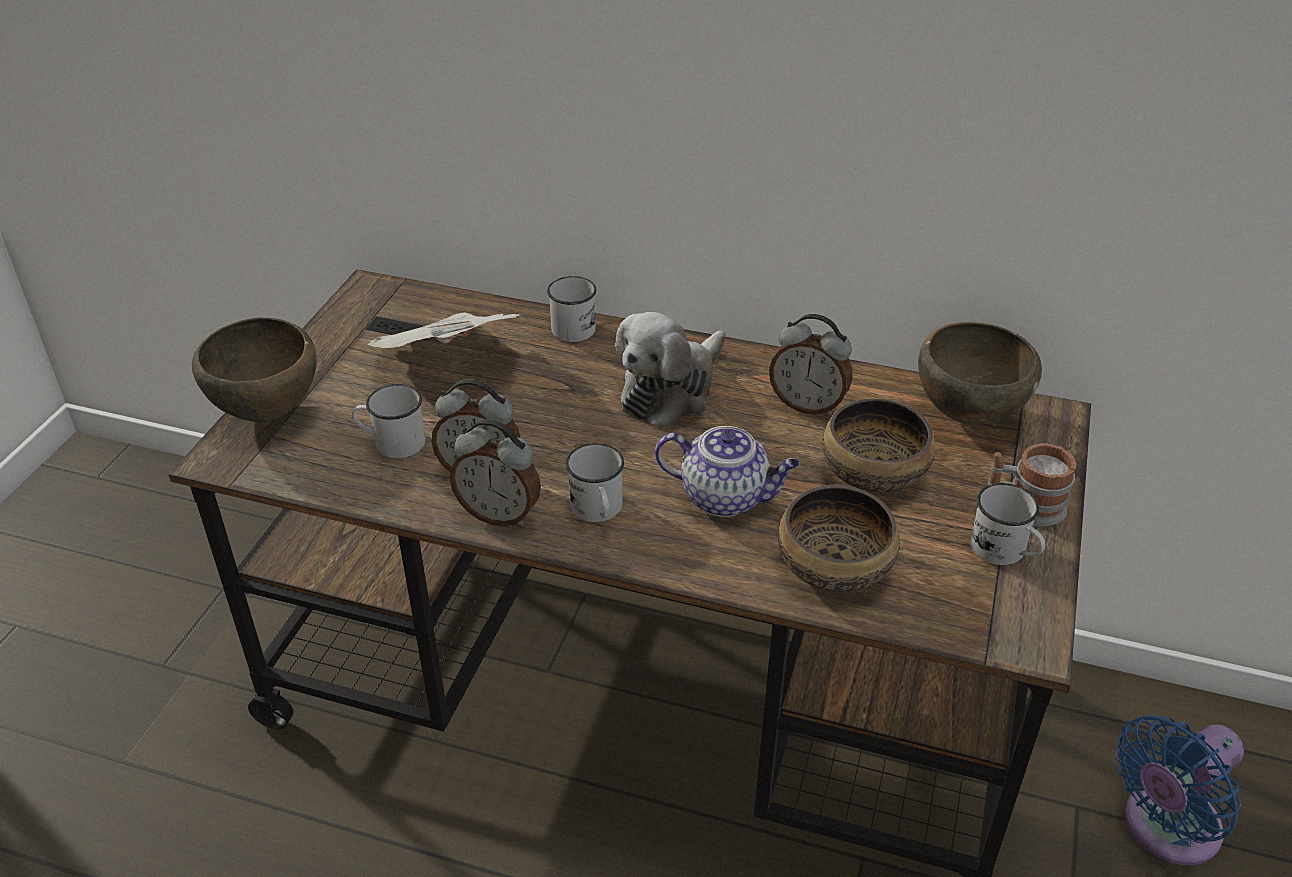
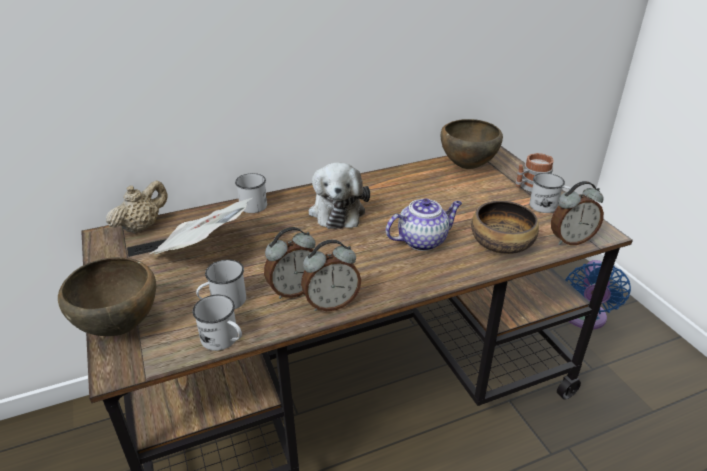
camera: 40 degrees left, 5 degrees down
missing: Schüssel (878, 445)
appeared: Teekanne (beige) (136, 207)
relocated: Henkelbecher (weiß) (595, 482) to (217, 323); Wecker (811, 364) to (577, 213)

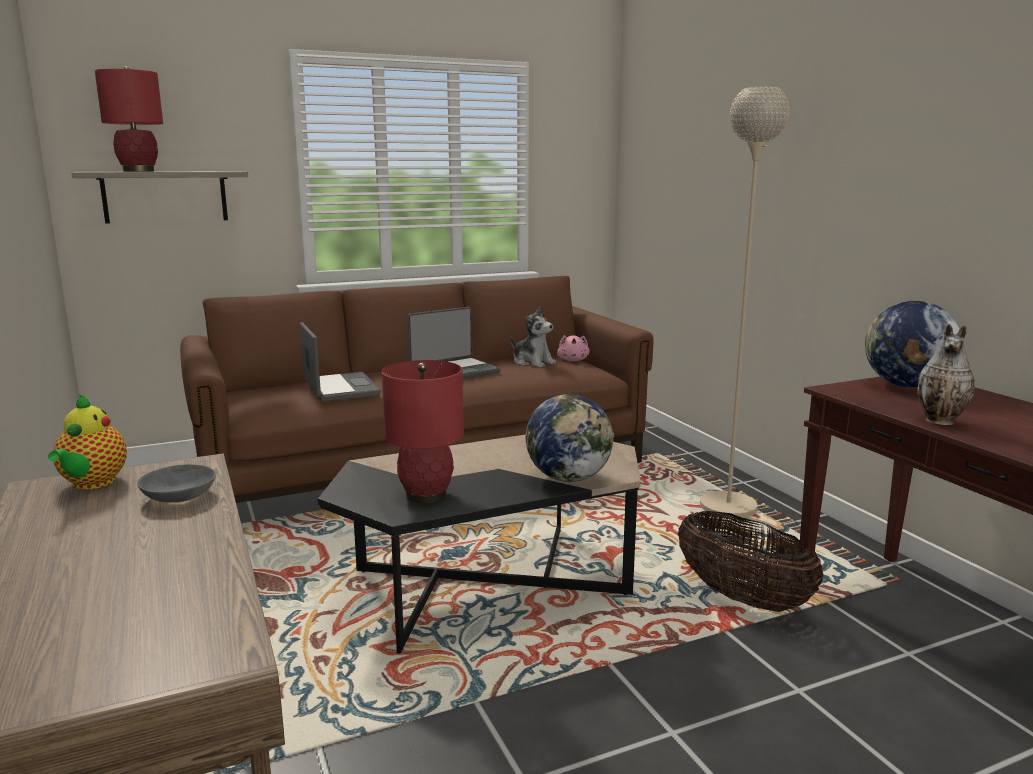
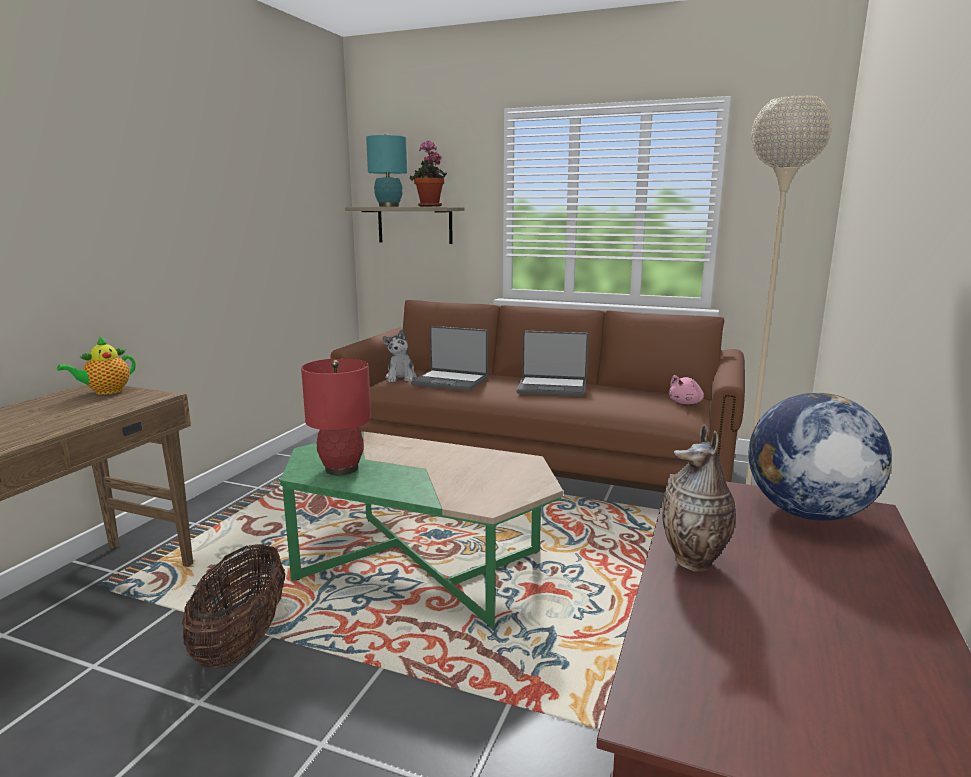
camera: 45 degrees right, 0 degrees up
missing: Schüssel (grau) (176, 483); Globus (570, 438)
appeared: Topfpflanze (428, 173)
relocated: Plüschtier (533, 336) to (400, 355); Korb (751, 561) to (233, 606)
colour: Tischlampe (rot) (129, 119) to Tischlampe (türkis) (386, 170); Couchtisch (schwarz) (479, 544) to Couchtisch (grün) (421, 530)
spun: Laptop (340, 362) = (449, 358) 90 degrees clockwise

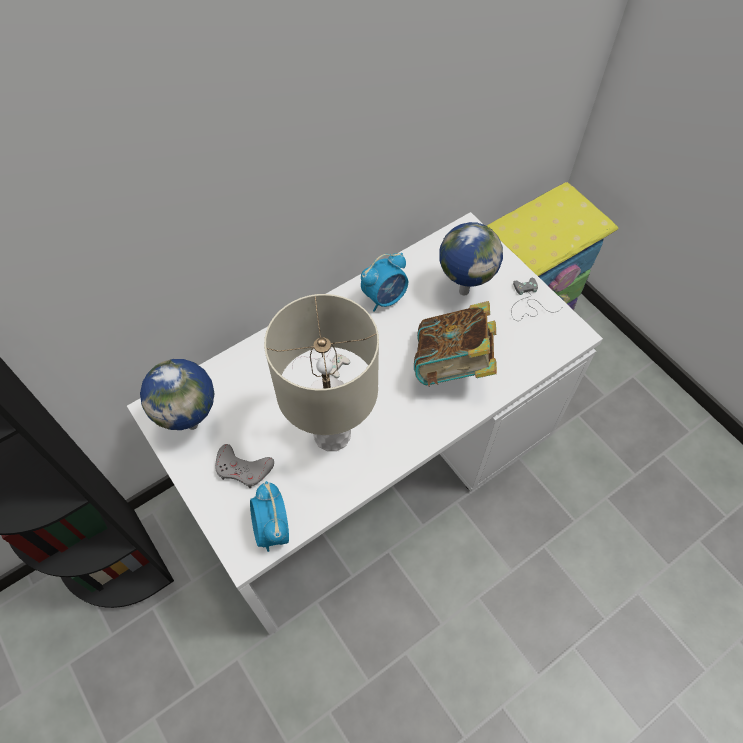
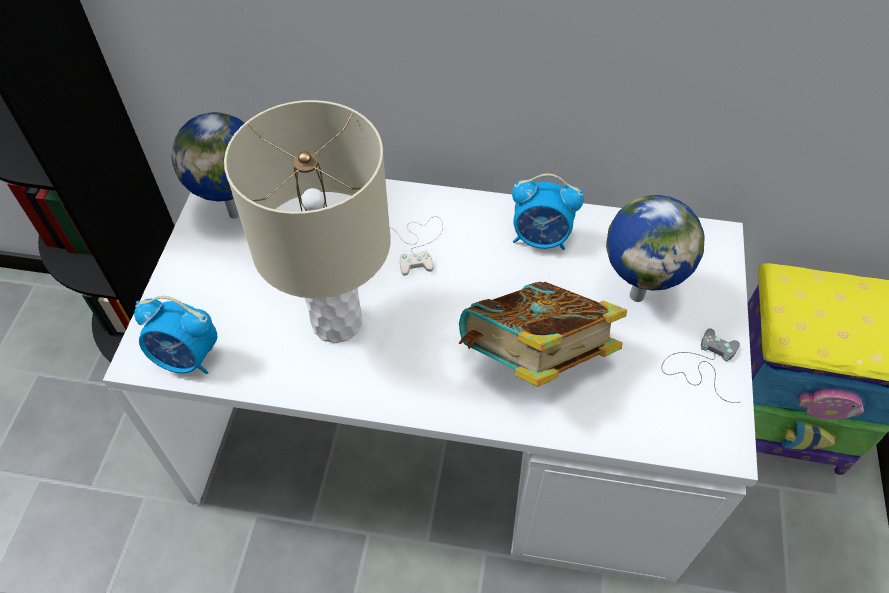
camera: 45 degrees right, 5 degrees down
missing: Gamepad (grau) (244, 466)
spun: Wecker (269, 516) = (175, 335) 105 degrees counterclockwise

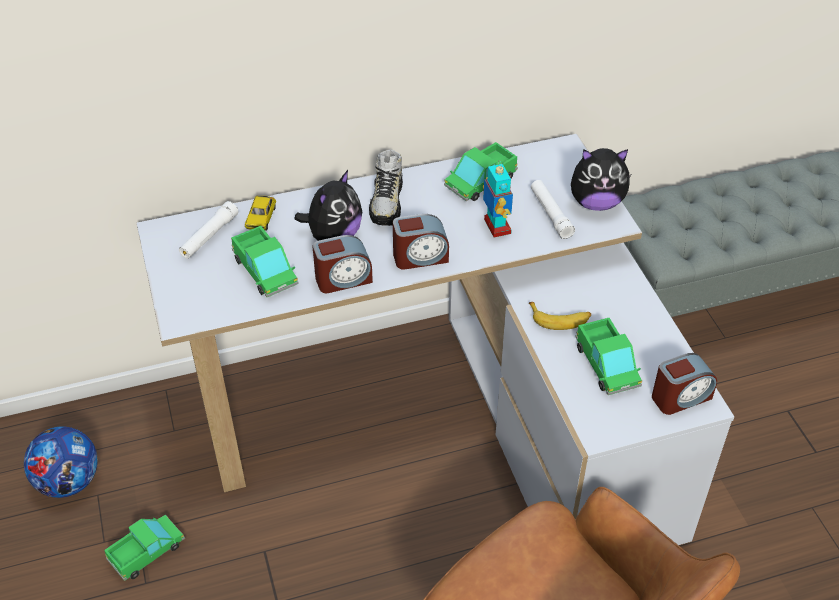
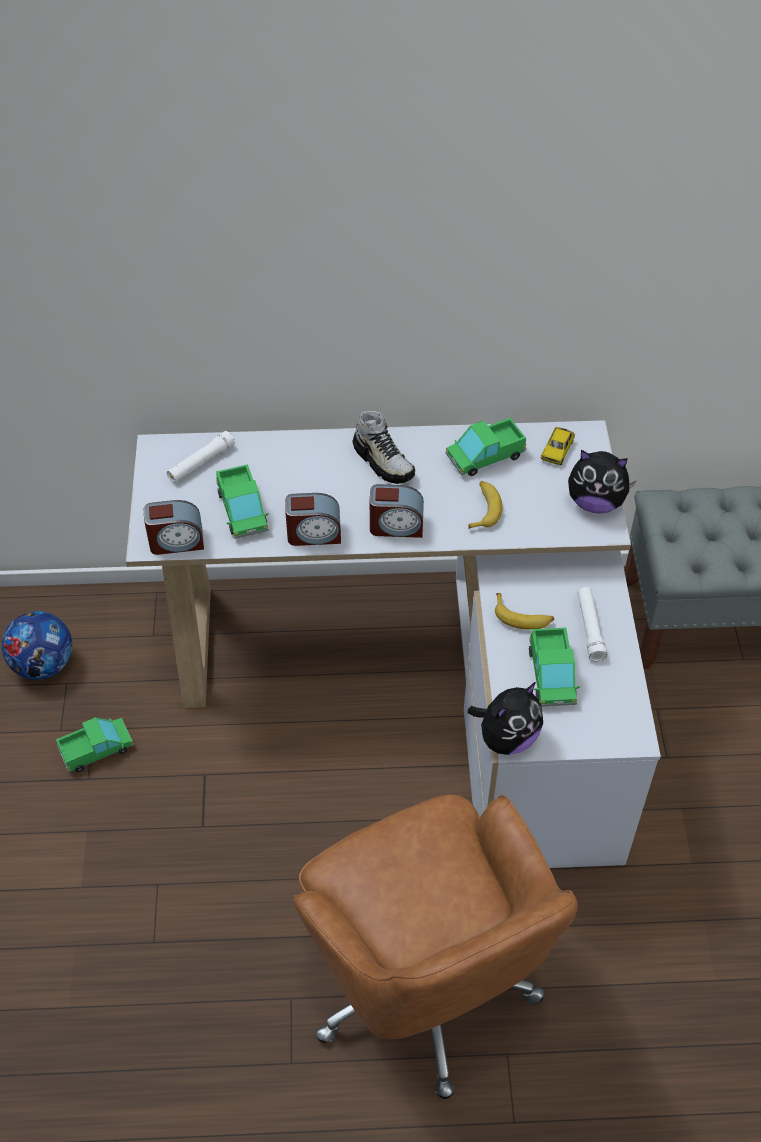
camera: 15 degrees right, 5 degrees up
relocated: Spielzeugauto (260, 213) to (558, 446); Plüschtier (328, 205) to (505, 718); Taschenlampe (weiß) (553, 209) to (592, 624); Wecker (684, 384) to (174, 527)
exchanged: Spielzeugroboter (498, 199) to Banane (485, 505)
spun: Schuh (386, 187) = (384, 447) 60 degrees counterclockwise

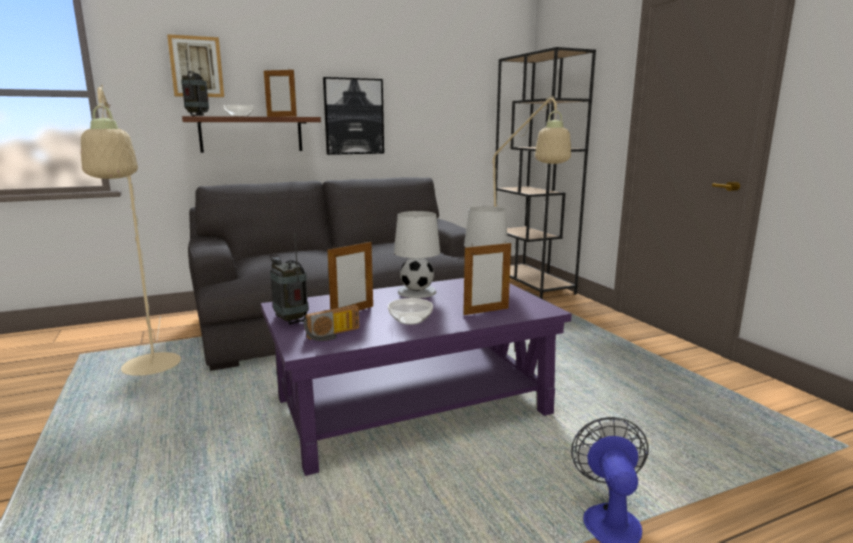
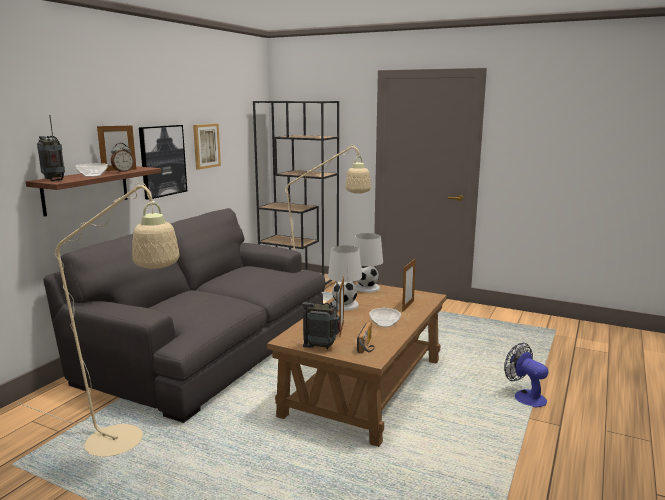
camera: 40 degrees left, 0 degrees up
appeared: Wecker (122, 158)
relocated: Bild (195, 65) to (207, 147)
colour: Couchtisch (lila) (416, 377) to Couchtisch (braun) (356, 364)

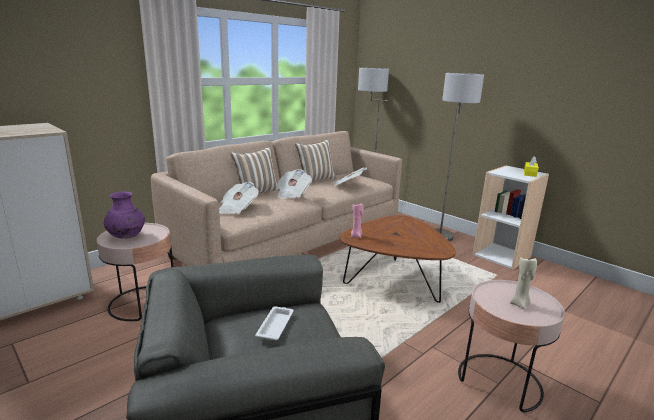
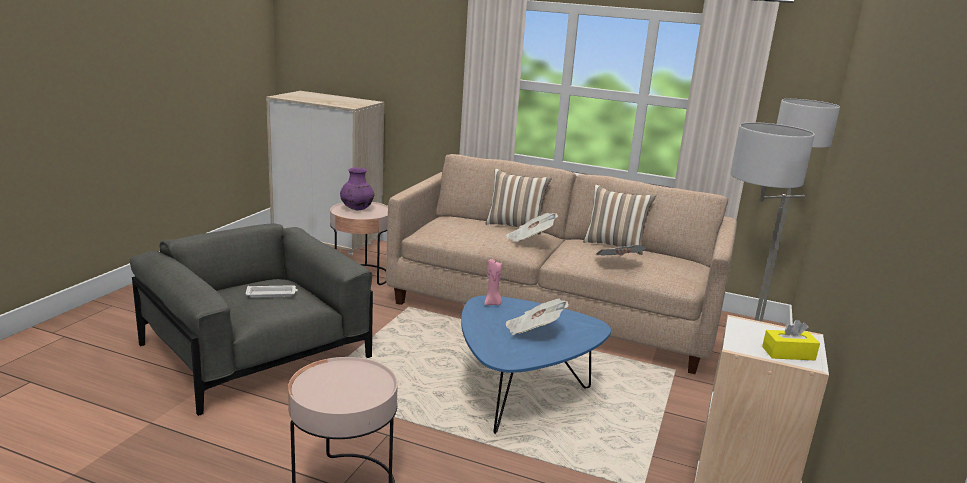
camera: 65 degrees right, 0 degrees up
missing: Kerze (beige) (523, 283)
relocated: Zeitung (239, 198) to (536, 317)
colour: Couchtisch (braun) (398, 259) to Couchtisch (blau) (536, 364)

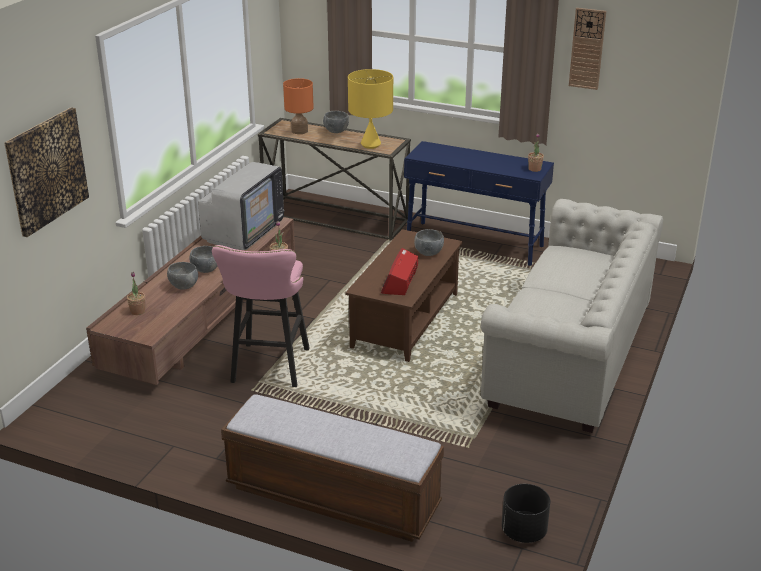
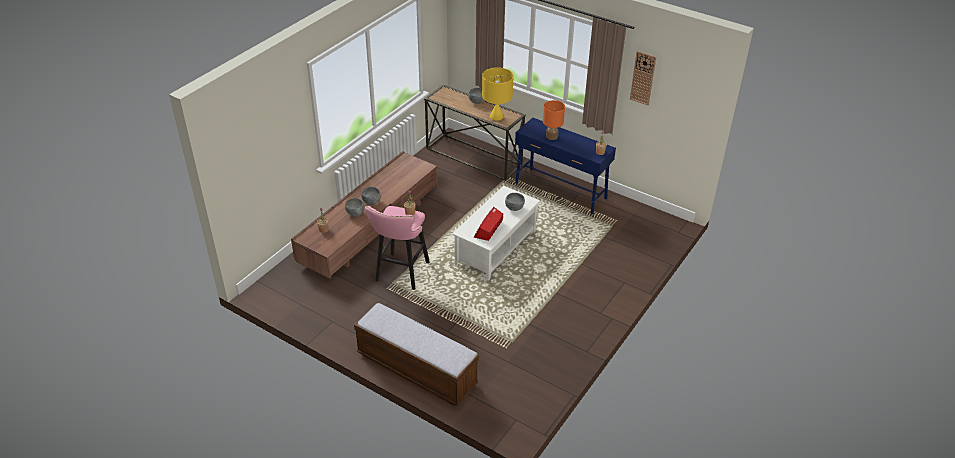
camera: 10 degrees right, 10 degrees up
missing: Bild (46, 172); Fernseher (241, 206); Sofa (weiß) (572, 316); Pflanzkübel (schwarz) (526, 513)
relocated: Tischlampe (orange) (298, 106) to (554, 120)
colour: Couchtisch (braun) (404, 295) to Couchtisch (weiß) (496, 233)

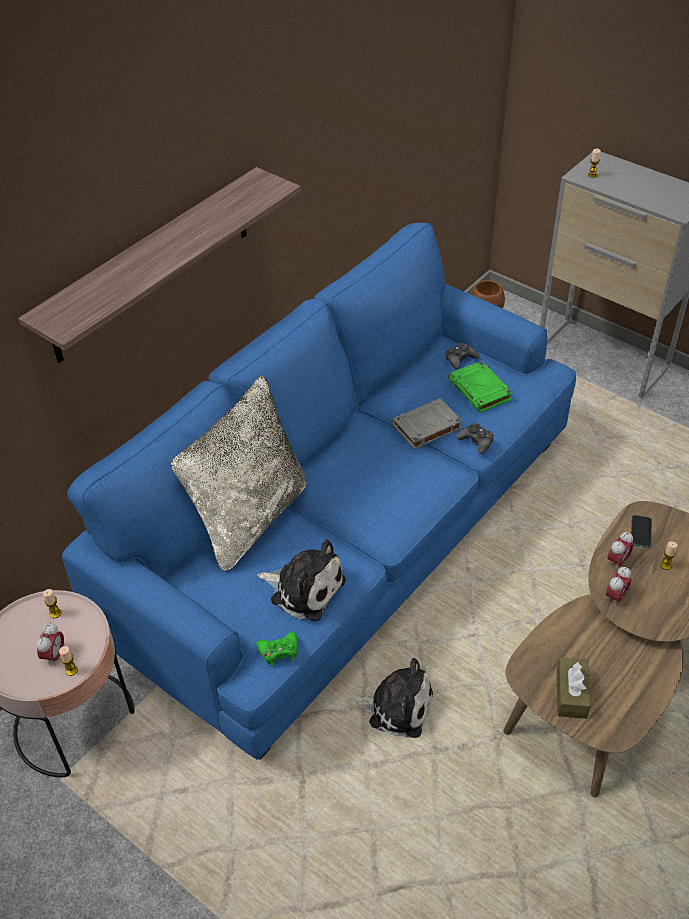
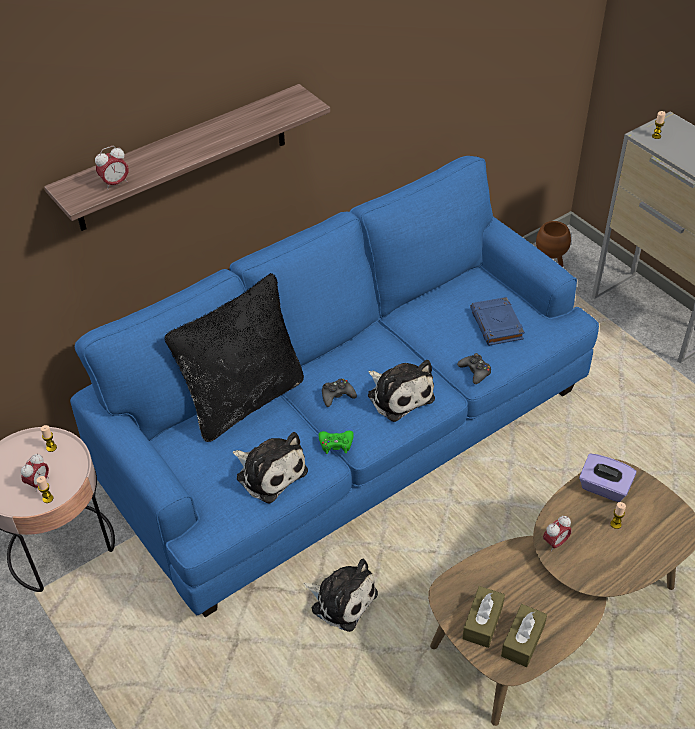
camera: 15 degrees right, 0 degrees up
missing: Buch (grau) (427, 423)
appeared: Plüschtier (401, 391); Taschentuchbox (braun) (524, 635)
relocated: Gamepad (grün) (277, 649) to (336, 442); Gamepad (schwarz) (462, 356) to (339, 393); Wecker (620, 551) to (111, 168)
exchanged: Handy (641, 531) to Taschentuchbox (lila) (608, 477)
colour: Kissen (beige) (238, 473) to Kissen (schwarz) (234, 357); Buch (grün) (480, 387) to Buch (blau) (497, 321)

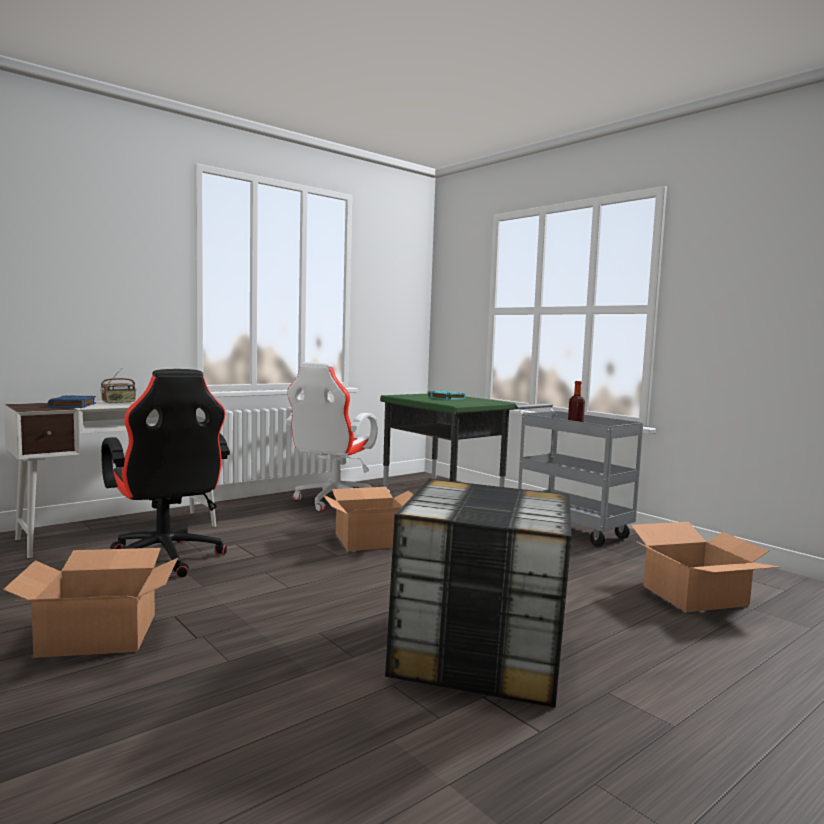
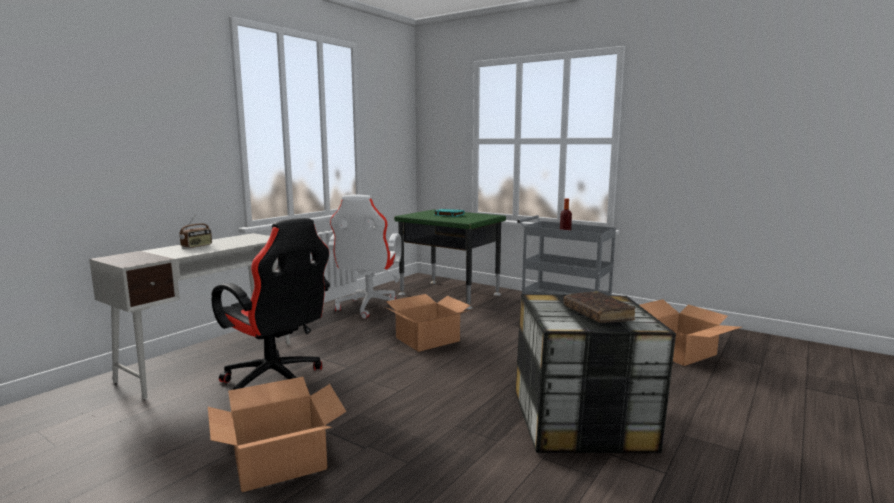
camera: 15 degrees left, 5 degrees up
missing: Buch (blau) (72, 401)
appeared: Buch (braun) (599, 307)

